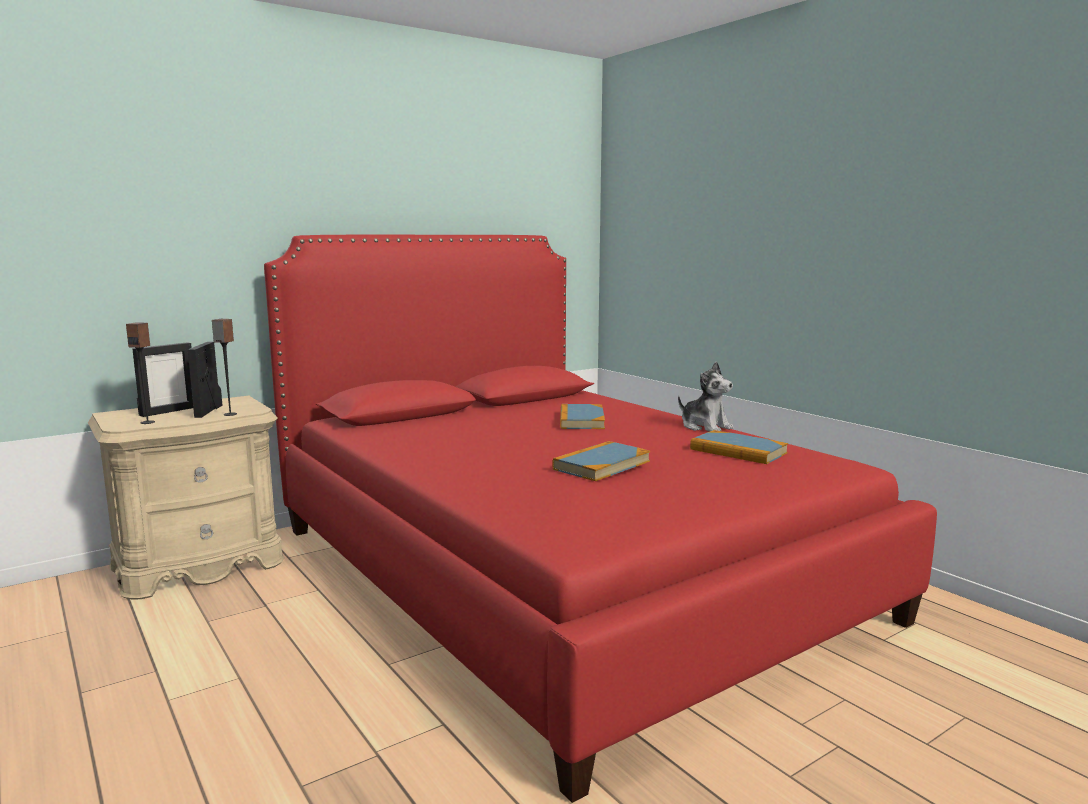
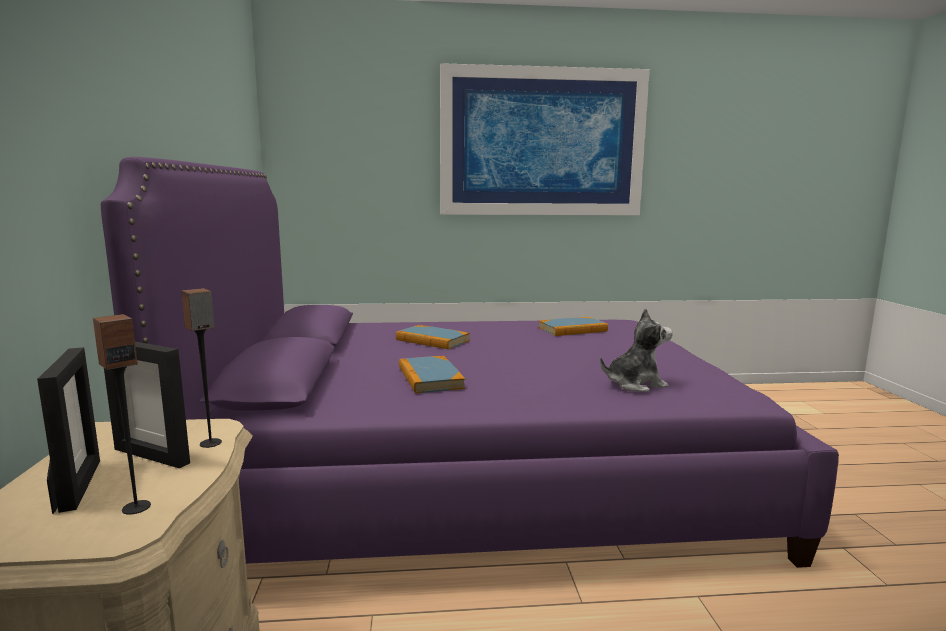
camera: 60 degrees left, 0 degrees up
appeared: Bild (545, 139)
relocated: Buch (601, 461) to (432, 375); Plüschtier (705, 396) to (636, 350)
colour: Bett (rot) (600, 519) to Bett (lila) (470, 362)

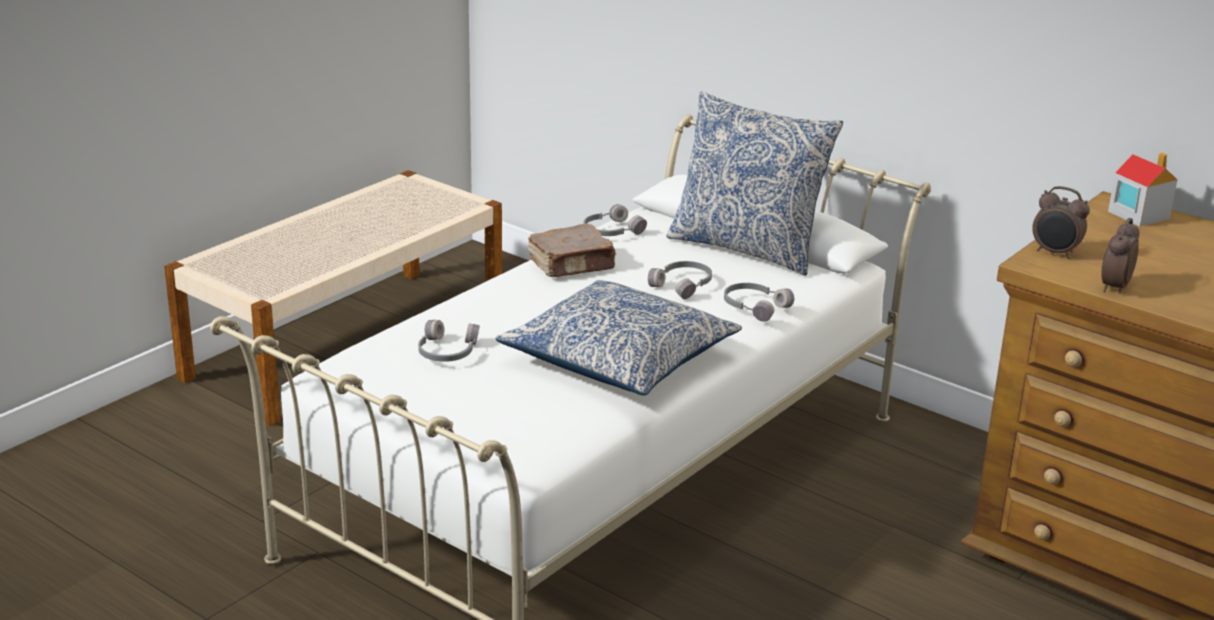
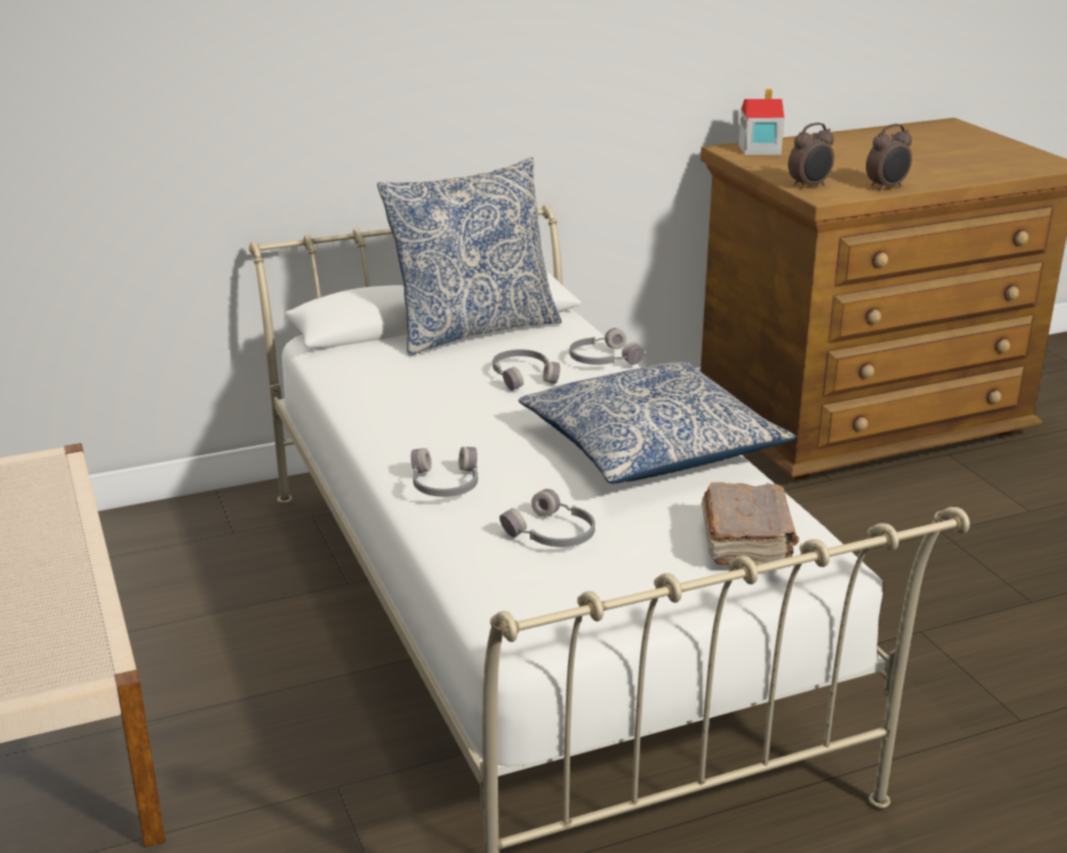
camera: 60 degrees left, 0 degrees up
relocated: Buch (braun) (572, 250) to (750, 523); Kopfhörer (grau) (615, 220) to (444, 472)
spun: Wecker (1120, 256) = (889, 157) 90 degrees counterclockwise

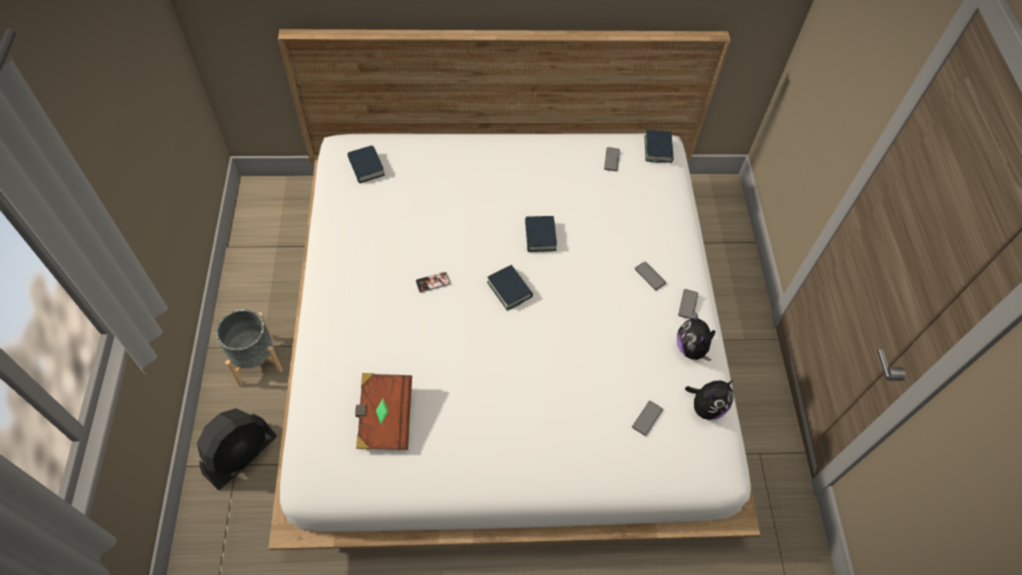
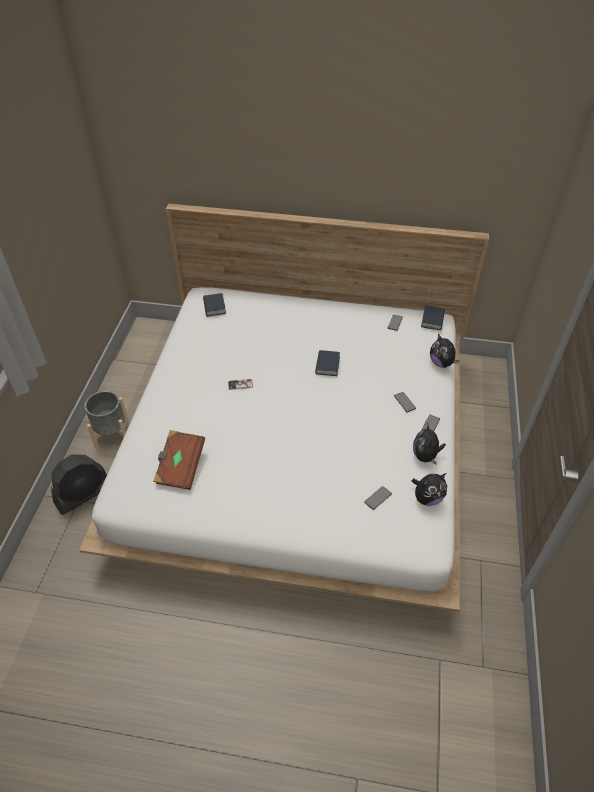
camera: 15 degrees right, 10 degrees down
missing: Buch (510, 288)
appeared: Plüschtier (444, 351)

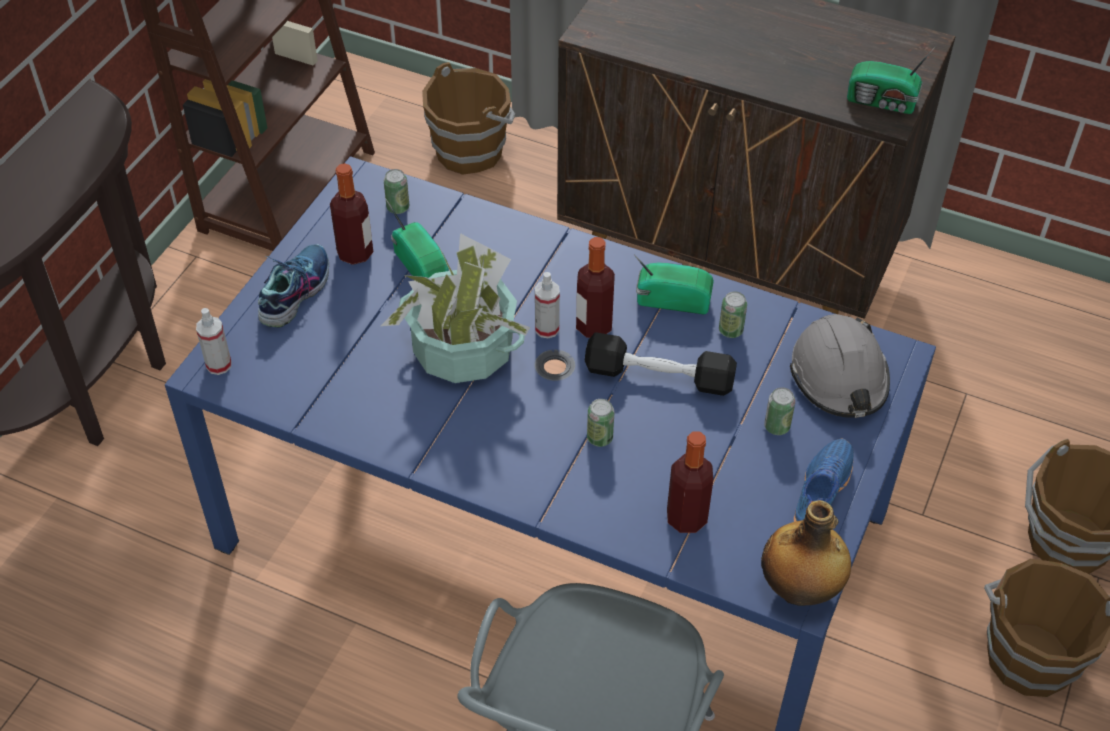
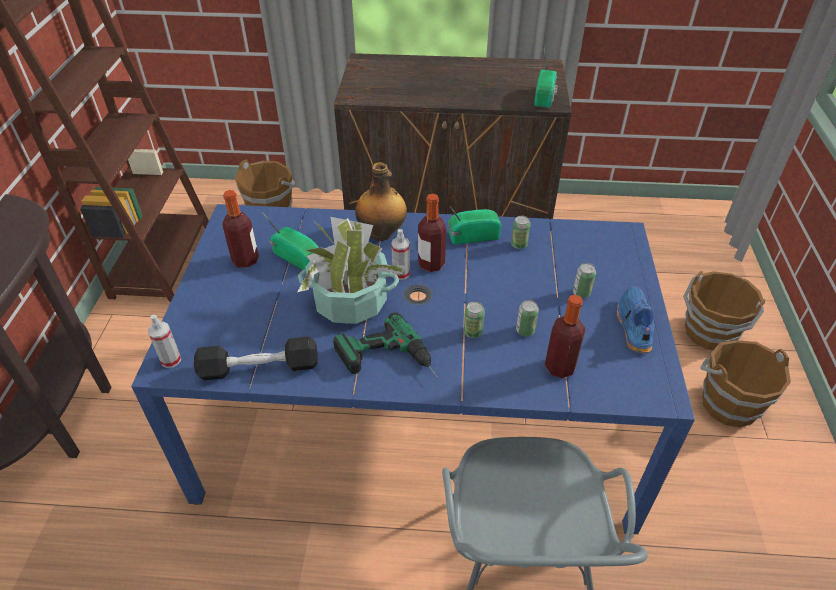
camera: 20 degrees left, 5 degrees down
missing: Schuh (293, 286); Schutzhelm (grau) (840, 366)
appeared: Bohrmaschine (385, 345)
relocated: Dose (396, 191) to (527, 318); Hantel (schwarz) (661, 364) to (255, 358); Flasche (806, 553) to (381, 201)
spun: Radio (891, 80) = (546, 78) 75 degrees counterclockwise

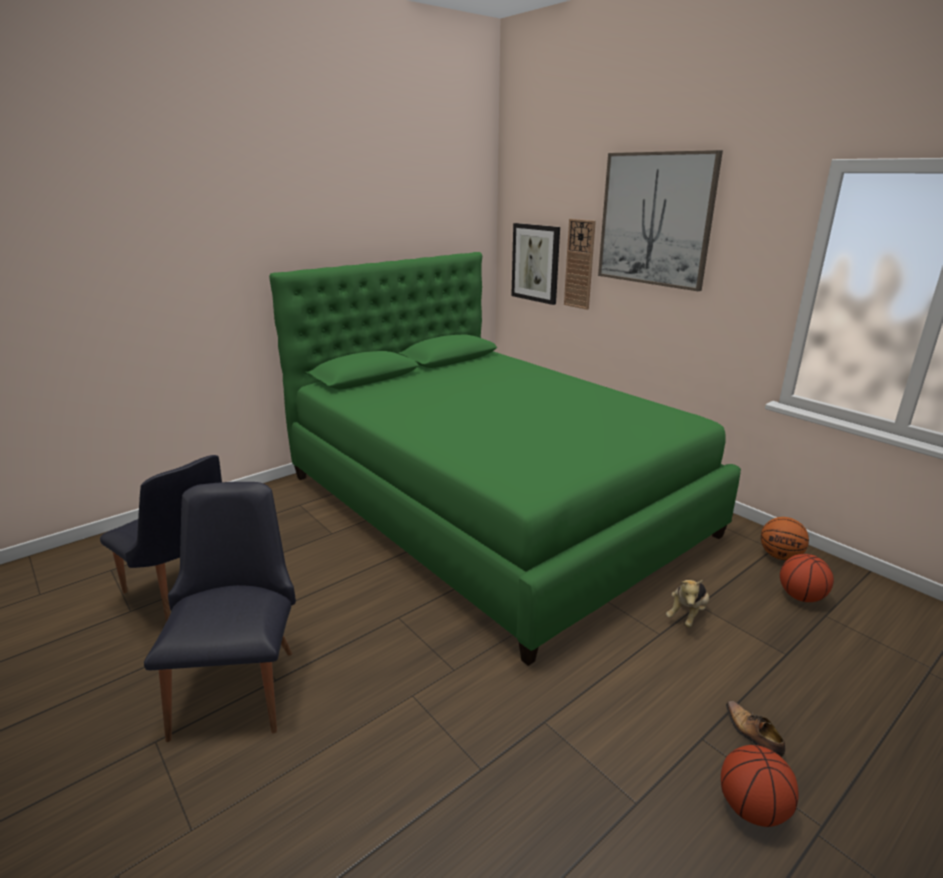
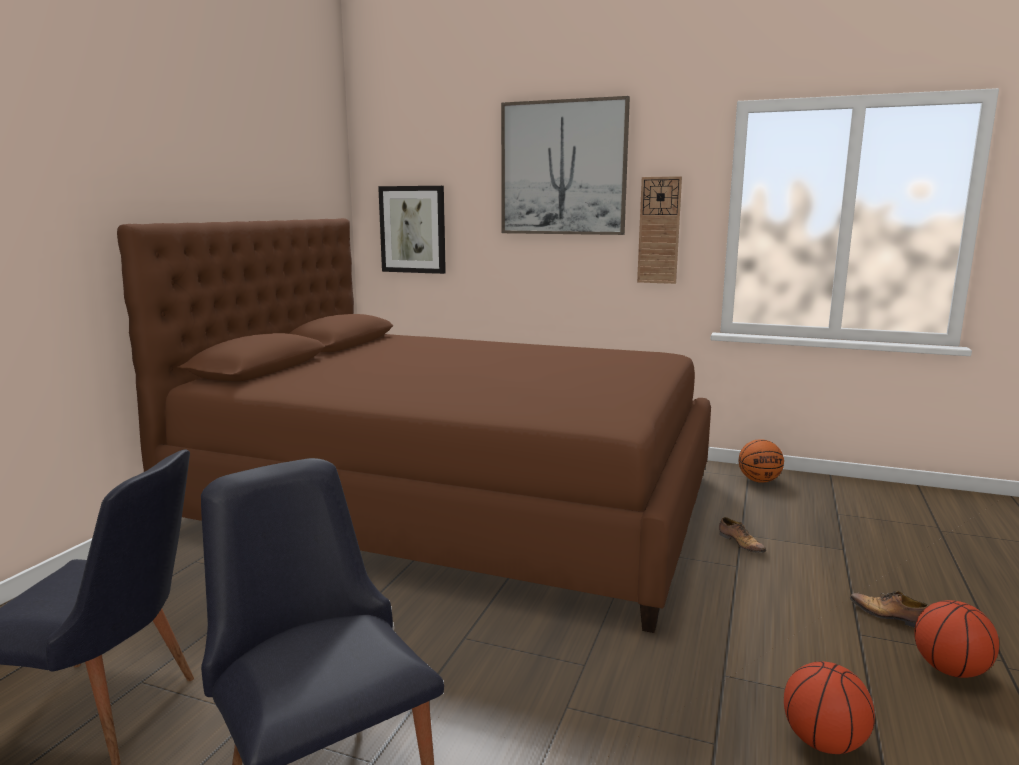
camera: 30 degrees left, 10 degrees down
relocated: Wanduhr (580, 264) to (659, 230); Basketball (807, 578) to (829, 707)
exchanged: Plüschtier (687, 603) to Schuh (742, 535)
colour: Bett (grün) (505, 459) to Bett (braun) (414, 425)

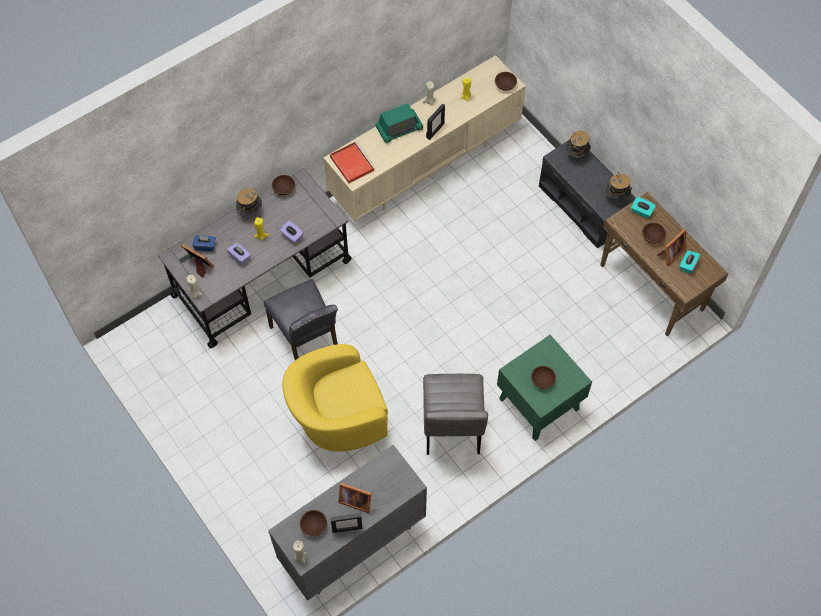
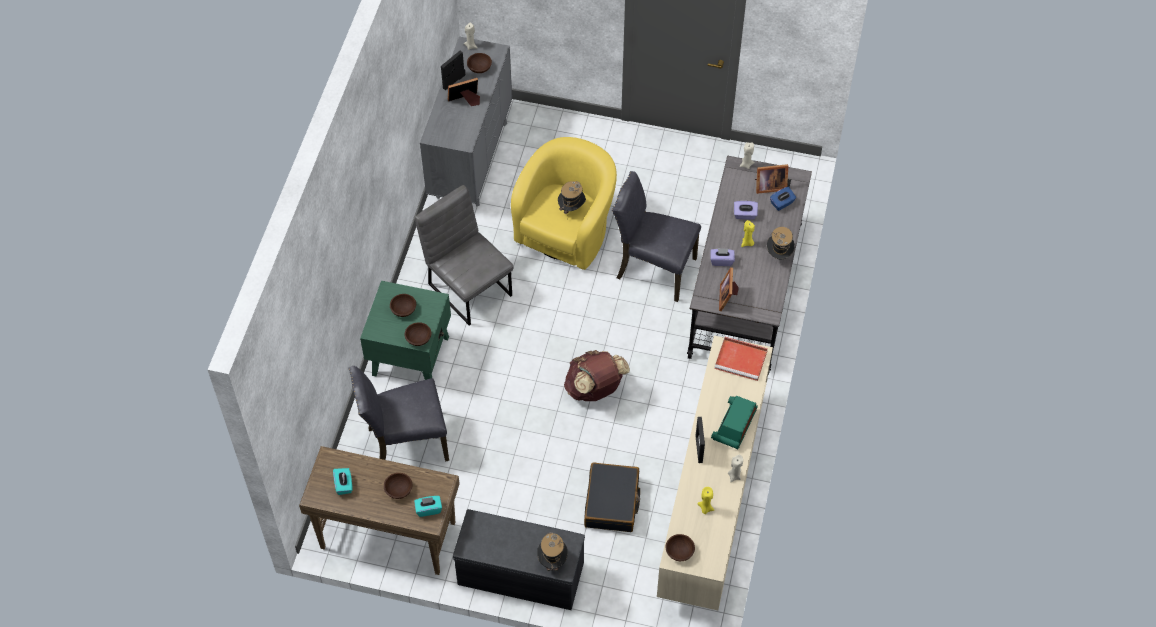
camera: 140 degrees right, 5 degrees down
appeared: Stuhl (grau) (398, 414); Rucksack (braun) (597, 375); Koffer (schwarz) (612, 497)
relocated: Schüssel (braun) (283, 185) to (418, 334); Hut (618, 186) to (572, 200); Bilderrahmen (671, 247) to (729, 289)

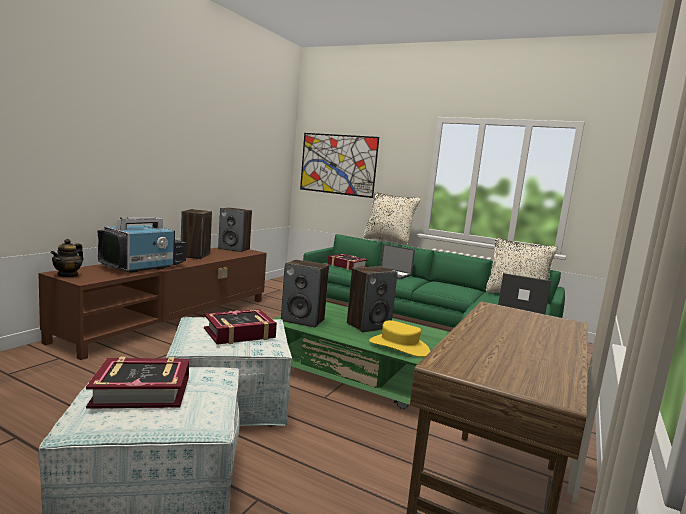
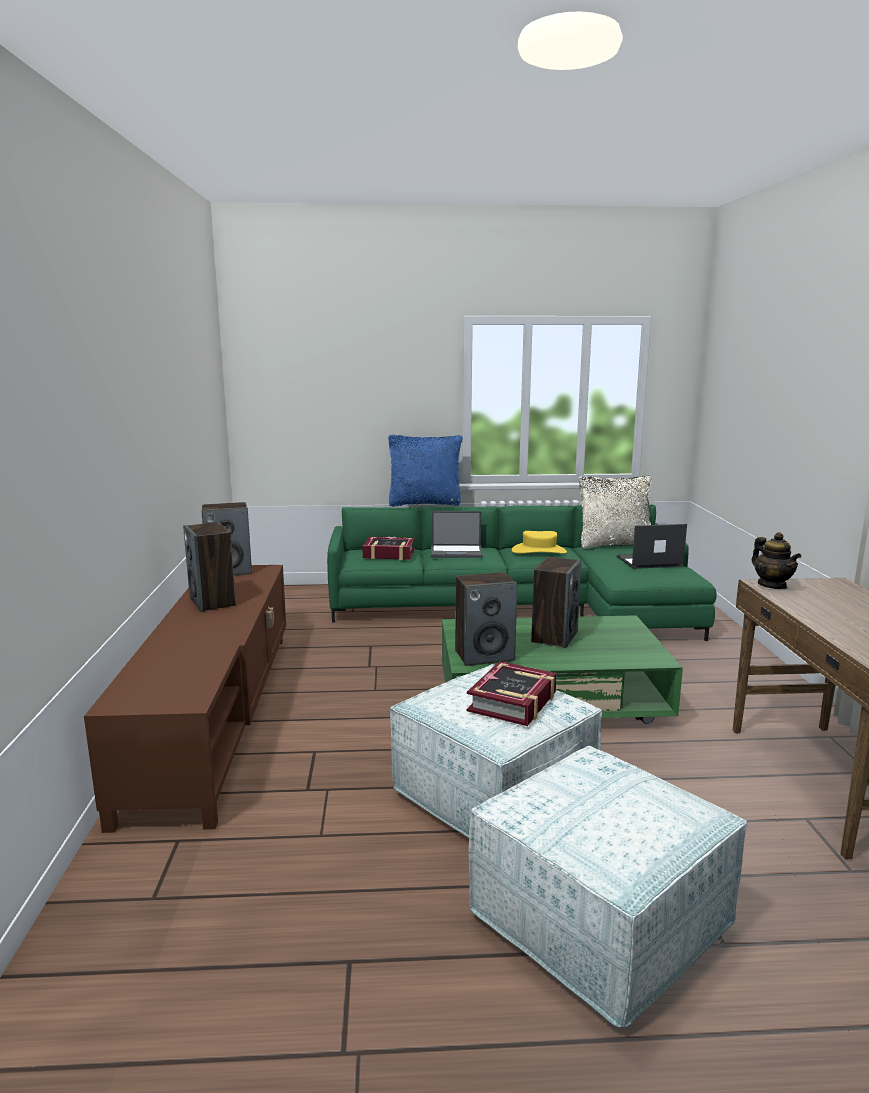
camera: 30 degrees left, 5 degrees up
missing: Buch (137, 383); Fernseher (141, 245); Bild (339, 165)
relocated: Teekanne (67, 258) to (776, 560); Hut (gelb) (399, 338) to (539, 542)
colour: Kissen (beige) (392, 218) to Kissen (blau) (425, 470)

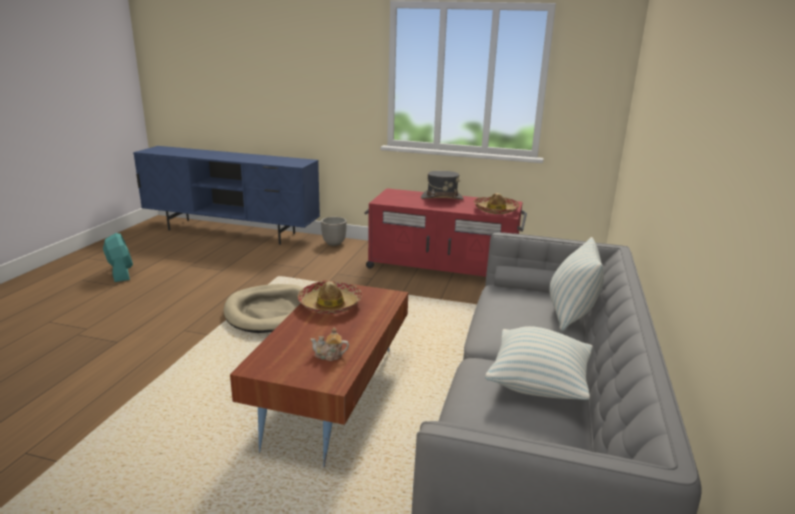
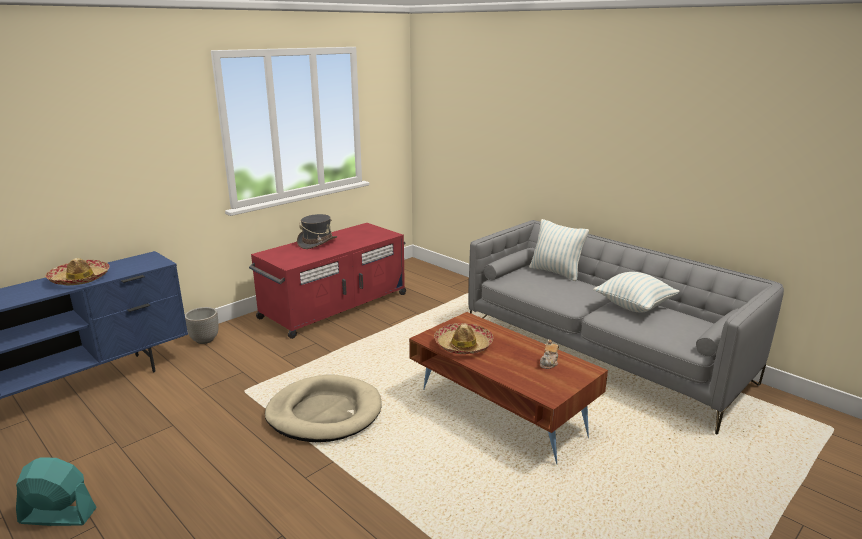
camera: 60 degrees left, 0 degrees up
relocated: Hut (497, 203) to (77, 271)

